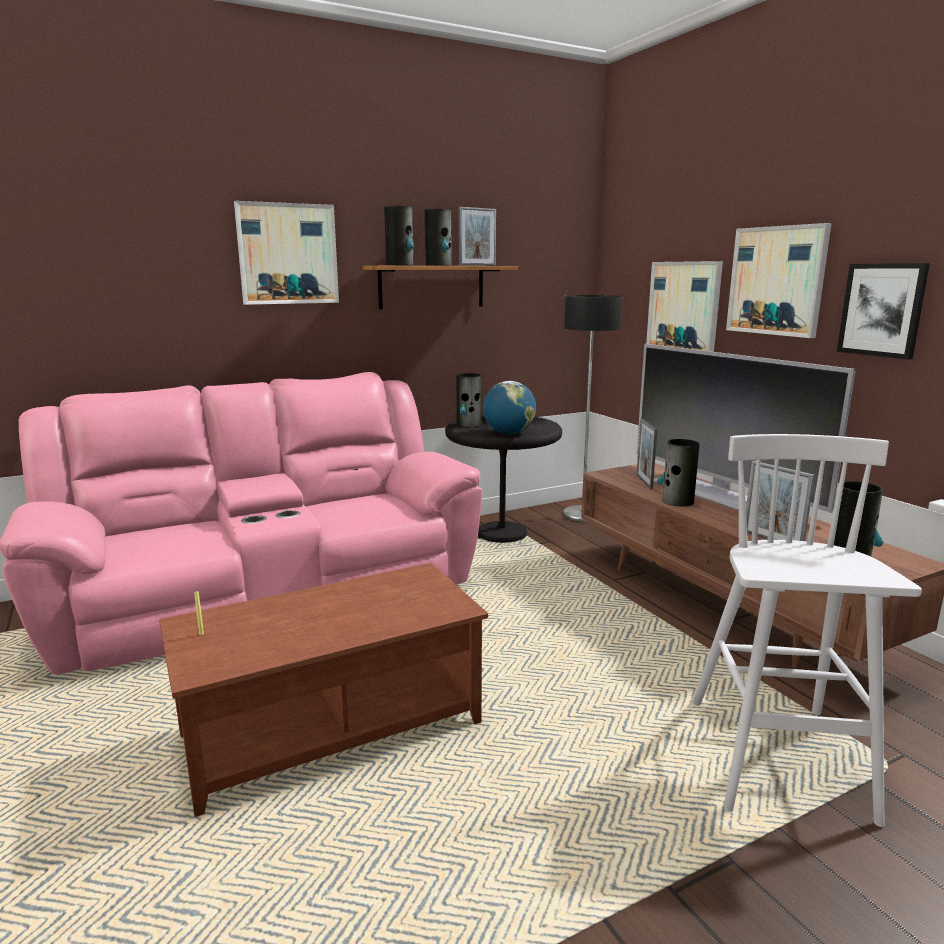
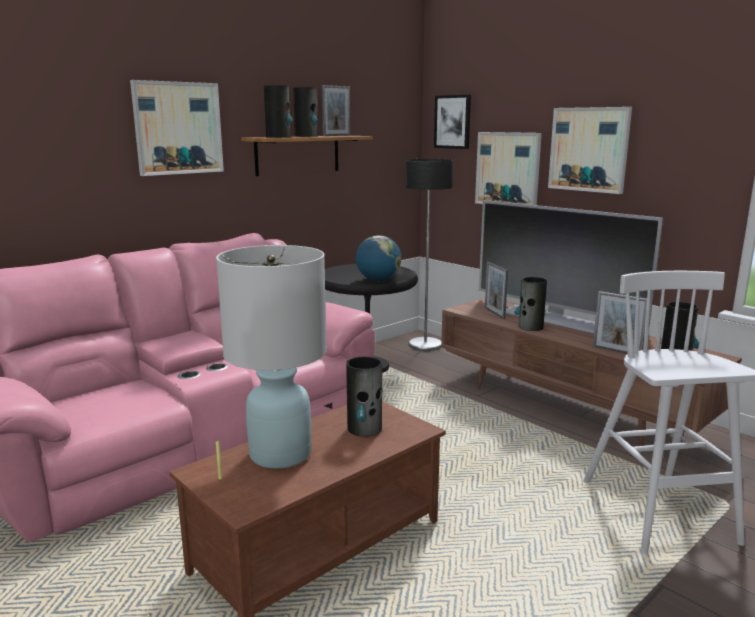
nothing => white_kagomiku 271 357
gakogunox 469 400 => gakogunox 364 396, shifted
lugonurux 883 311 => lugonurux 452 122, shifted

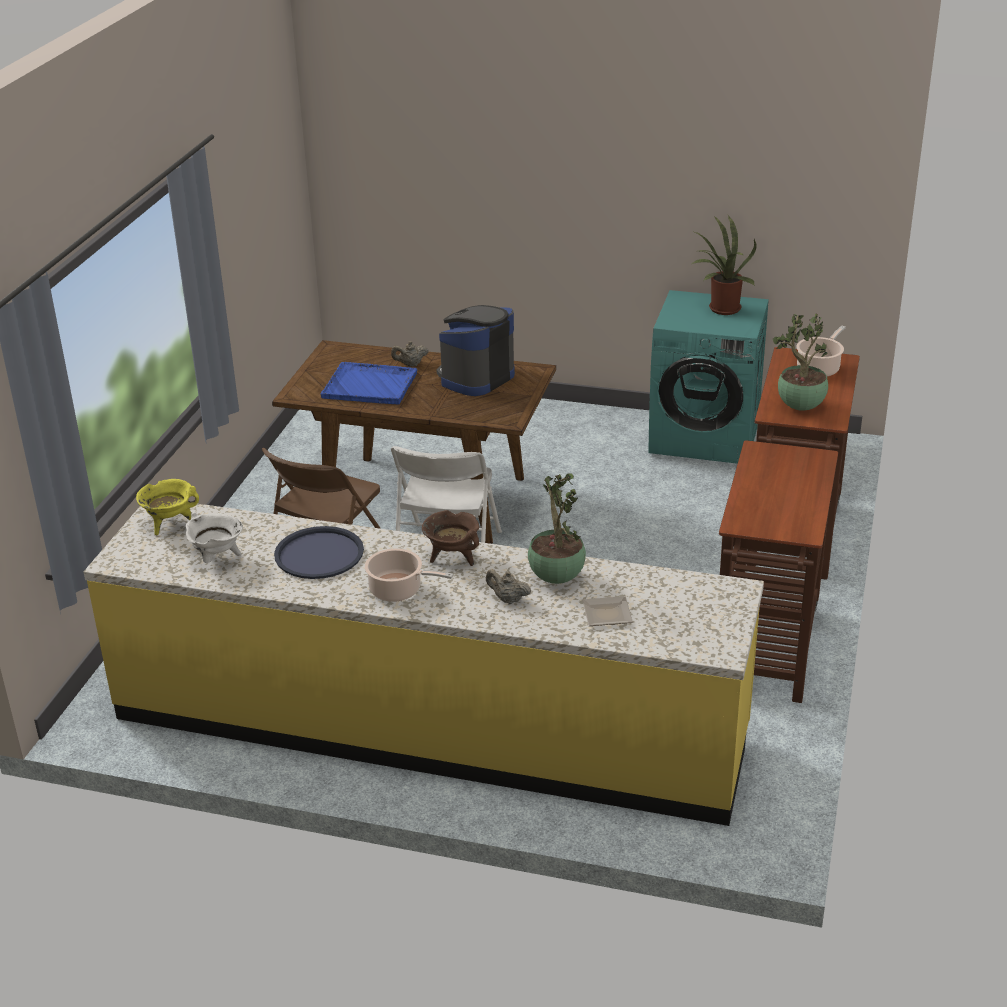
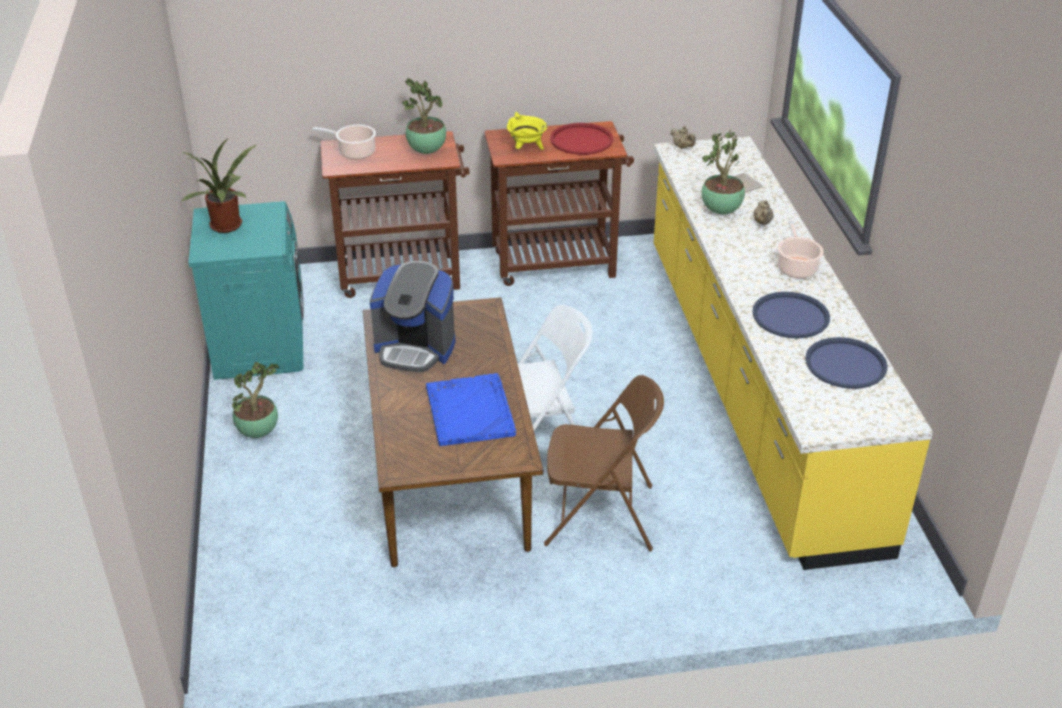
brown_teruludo 450 538 => nothing
nothing => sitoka 255 400
nothing => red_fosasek 581 139
yellow_teruludo 167 507 => yellow_teruludo 527 131, shifted
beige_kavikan 410 354 => beige_kavikan 683 137, shifted
white_teruludo 214 537 => blue_fosasek 846 363

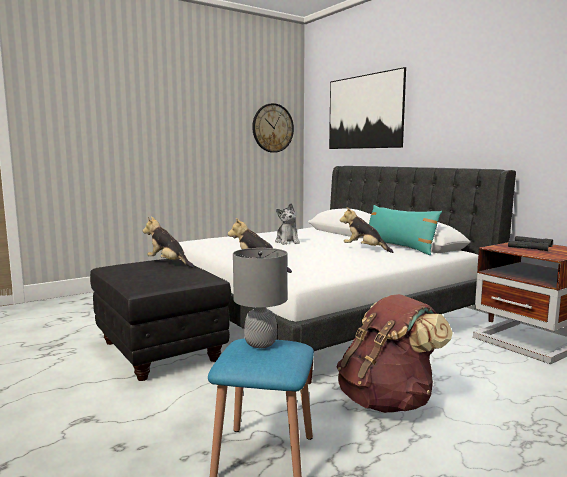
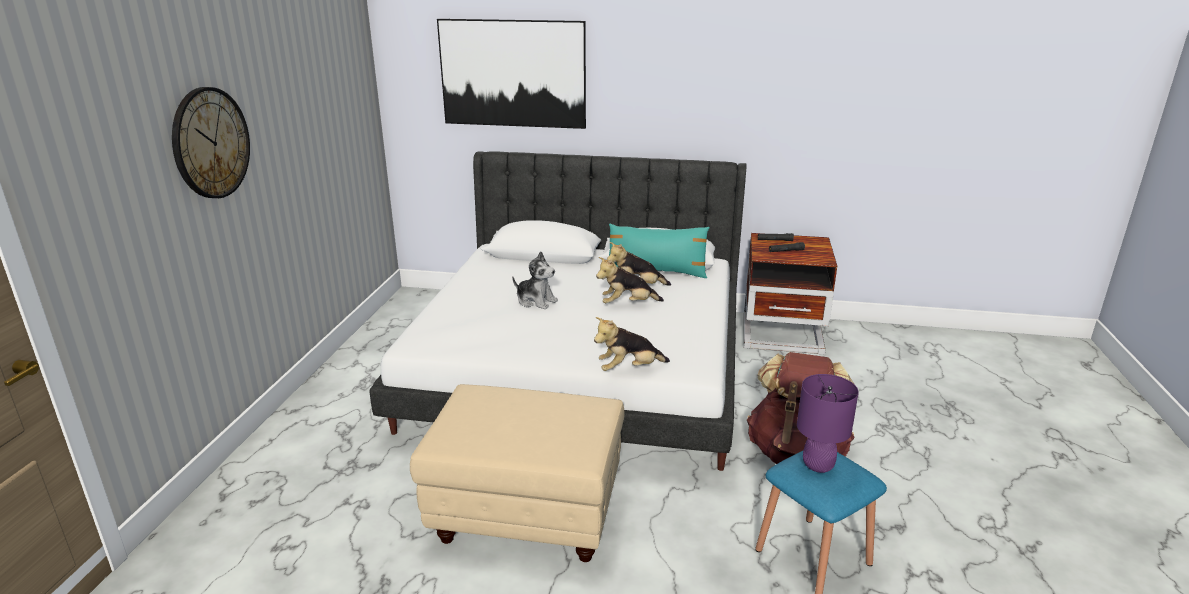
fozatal 168 242 => fozatal 630 280, shifted
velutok 273 128 => velutok 211 142, shifted
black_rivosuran 160 320 => beige_rivosuran 517 473
grey_kagomiku 260 298 => purple_kagomiku 828 423

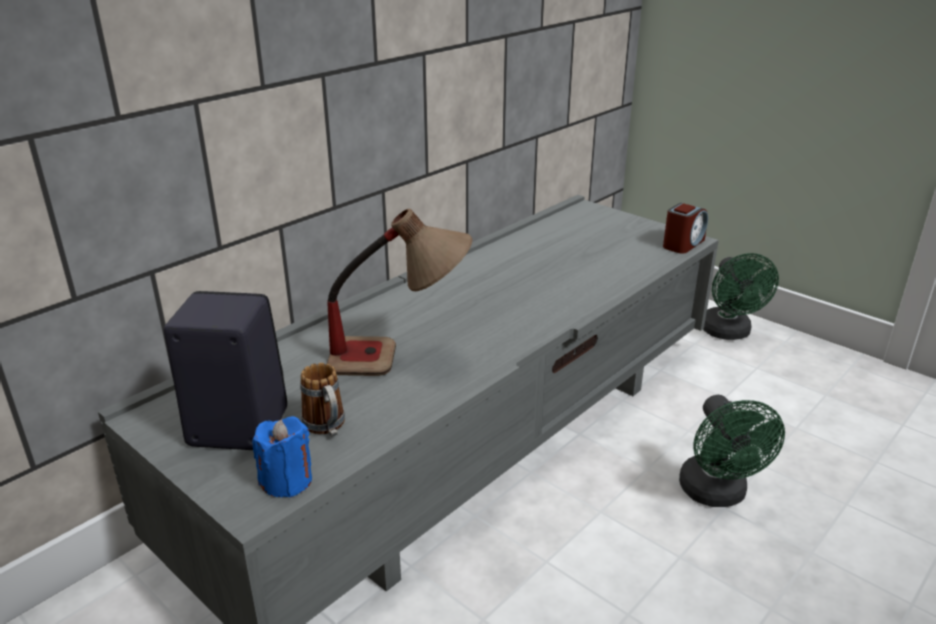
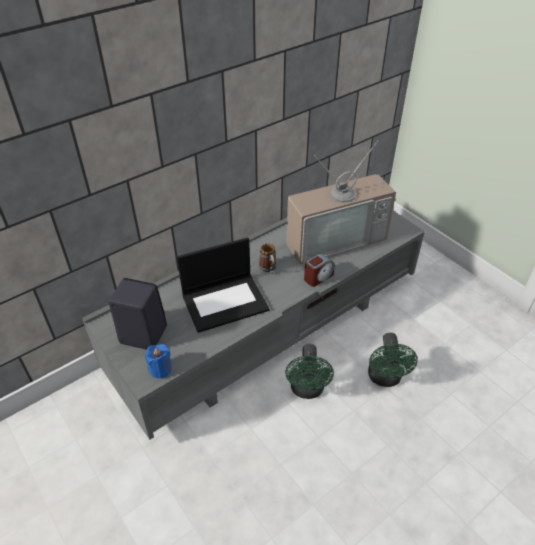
nothing => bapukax 341 202
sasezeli 322 400 => sasezeli 268 258, shifted
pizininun 685 228 => pizininun 319 270, shifted
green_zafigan 741 296 => green_zafigan 309 371, shifted
kagomiku 399 292 => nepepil 223 285

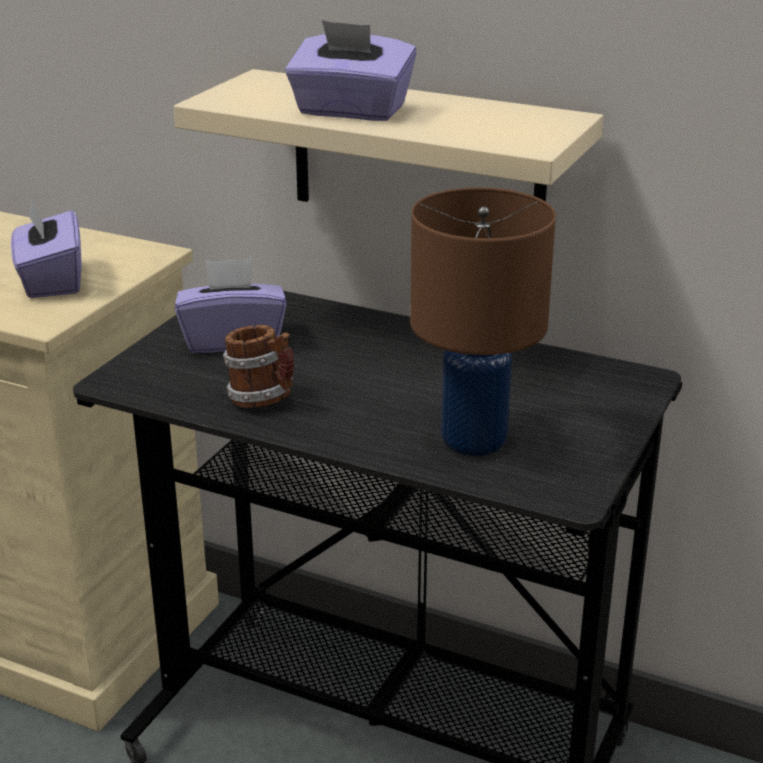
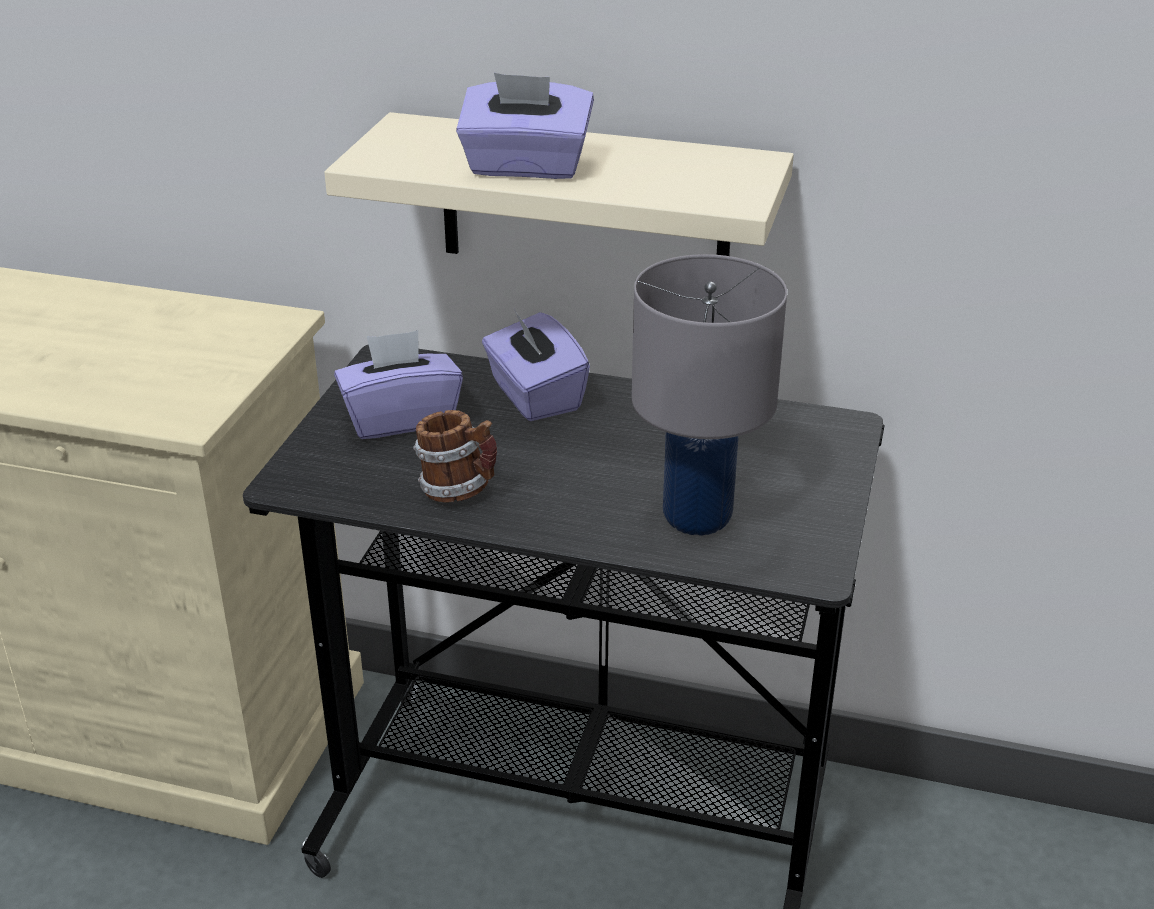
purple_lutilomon 46 248 => purple_lutilomon 536 365, shifted
brown_kagomiku 483 321 => grey_kagomiku 709 395

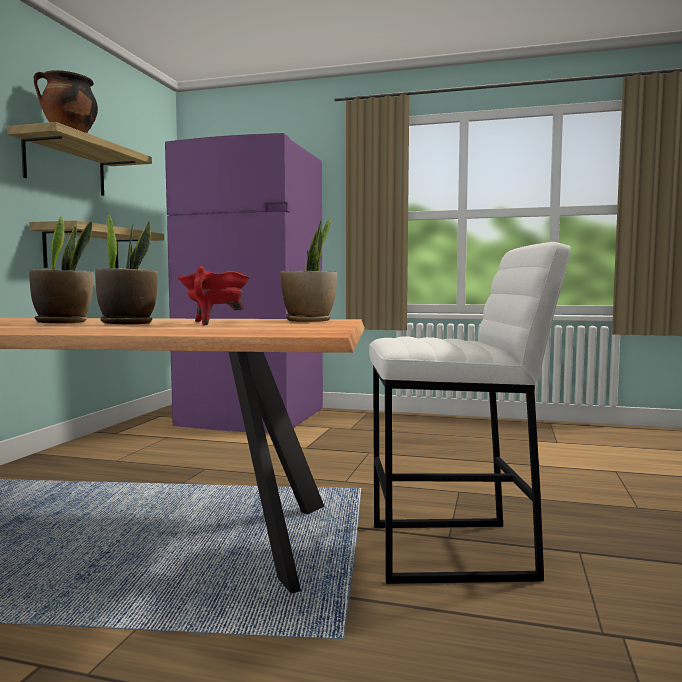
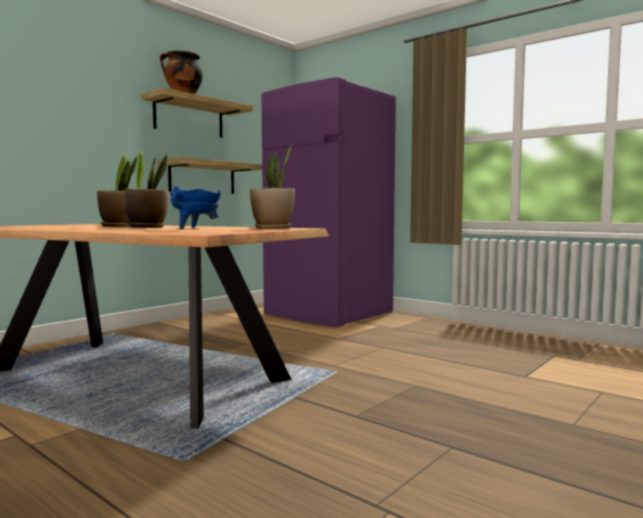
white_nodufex 470 413 => nothing
red_teruludo 214 296 => blue_teruludo 195 207

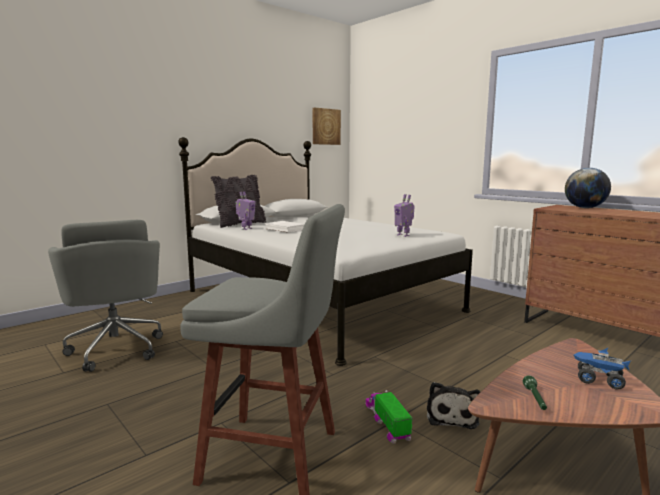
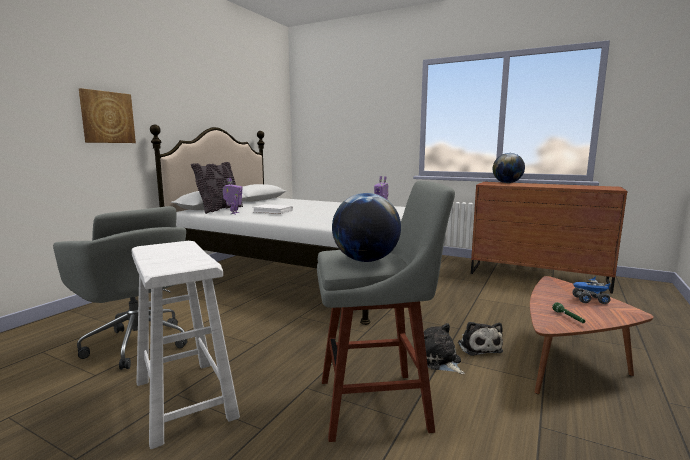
nothing => white_nodufex 186 345
nothing => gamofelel 366 227
lugonurux 327 126 => lugonurux 107 115, shifted
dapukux 389 417 => fozatal 444 348

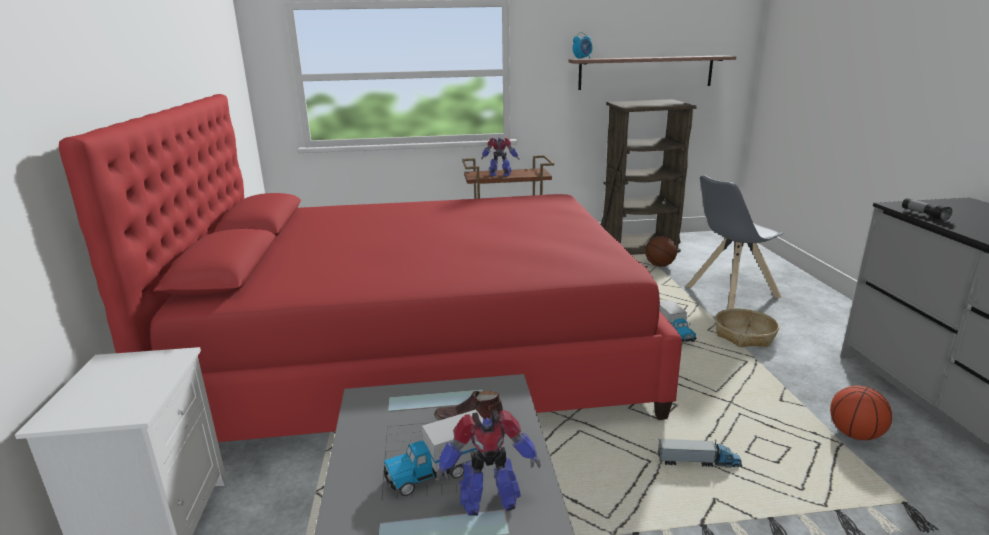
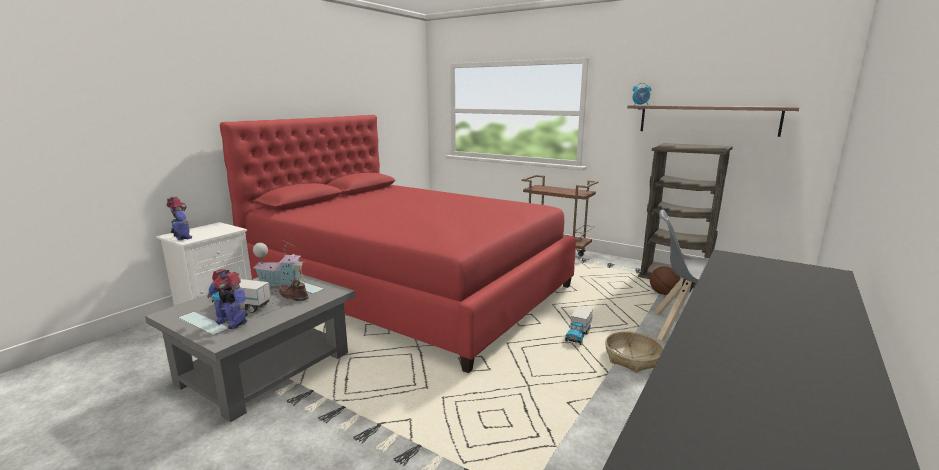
dapukux 700 453 => nothing
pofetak 861 413 => nothing
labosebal 927 209 => nothing
nothing => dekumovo 279 263
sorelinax 500 156 => sorelinax 179 218, shifted

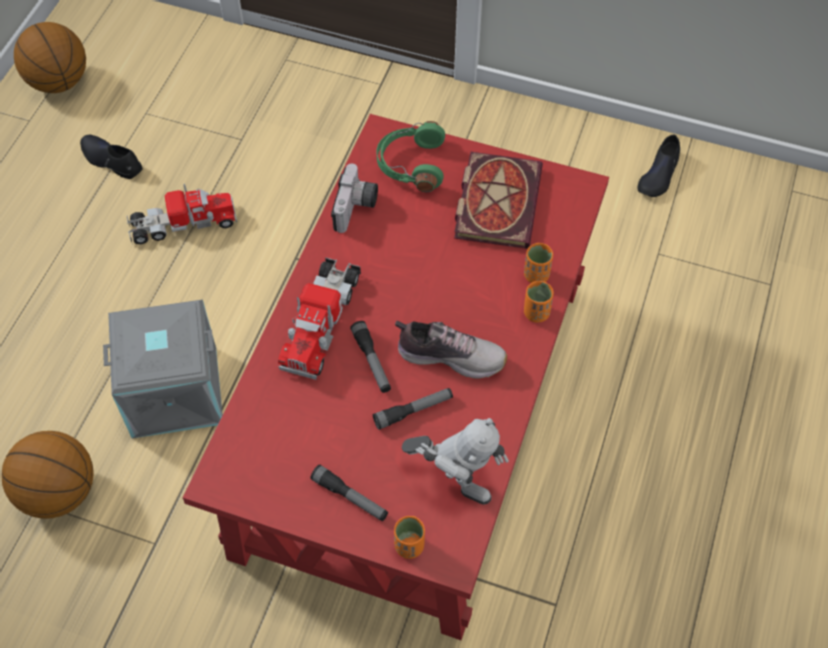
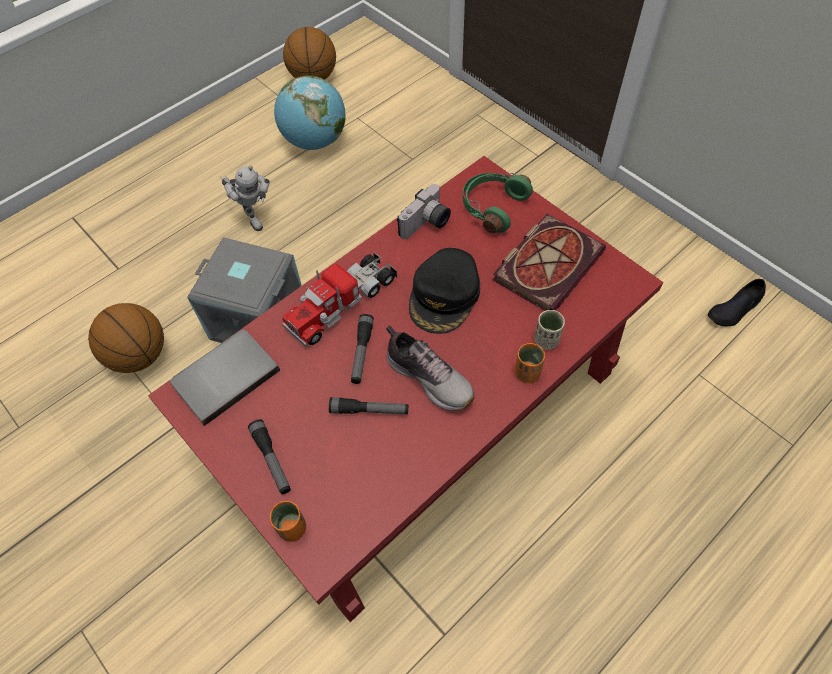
dapukux 182 214 => nothing
nothing => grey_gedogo 225 378
nothing => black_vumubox 444 291
sorelinax 455 461 => sorelinax 245 198, shifted
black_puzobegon 111 157 => gamofelel 310 112
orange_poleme 538 263 => beige_poleme 549 330

